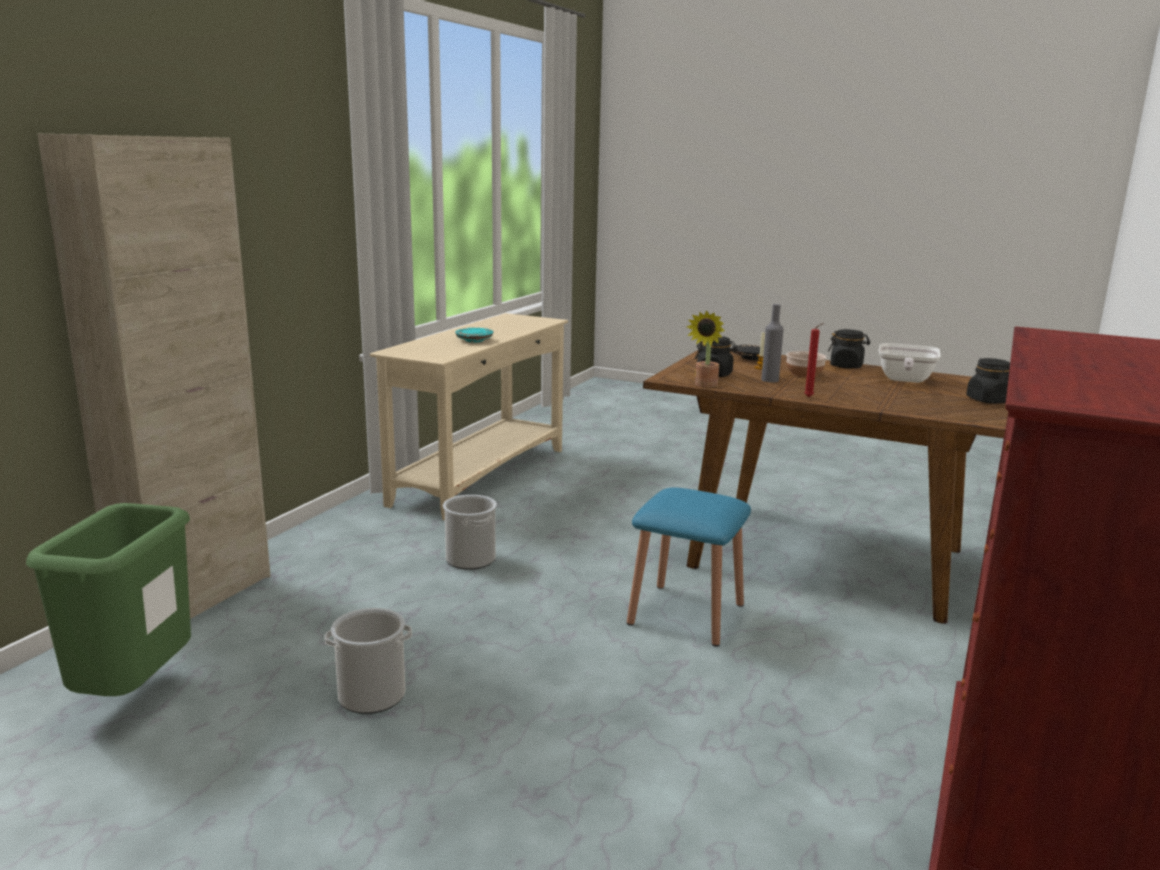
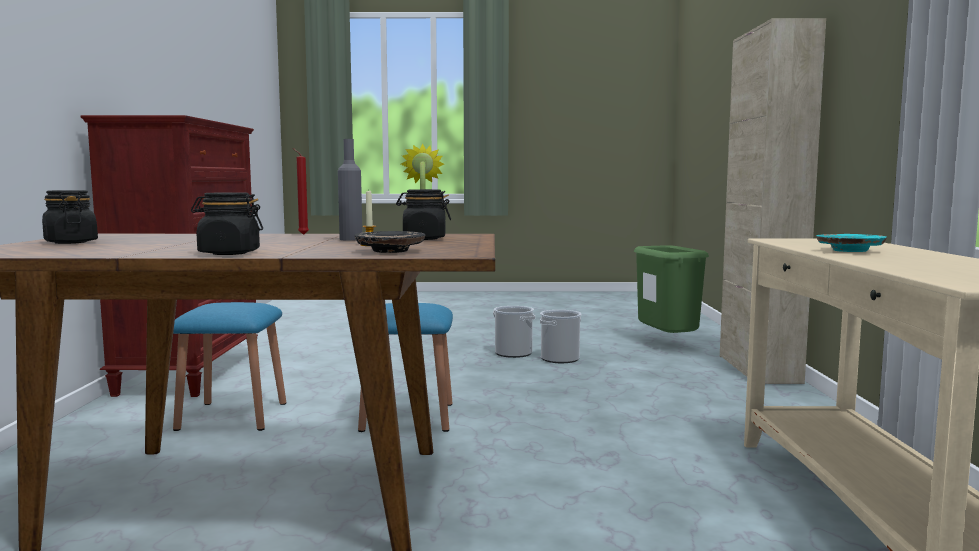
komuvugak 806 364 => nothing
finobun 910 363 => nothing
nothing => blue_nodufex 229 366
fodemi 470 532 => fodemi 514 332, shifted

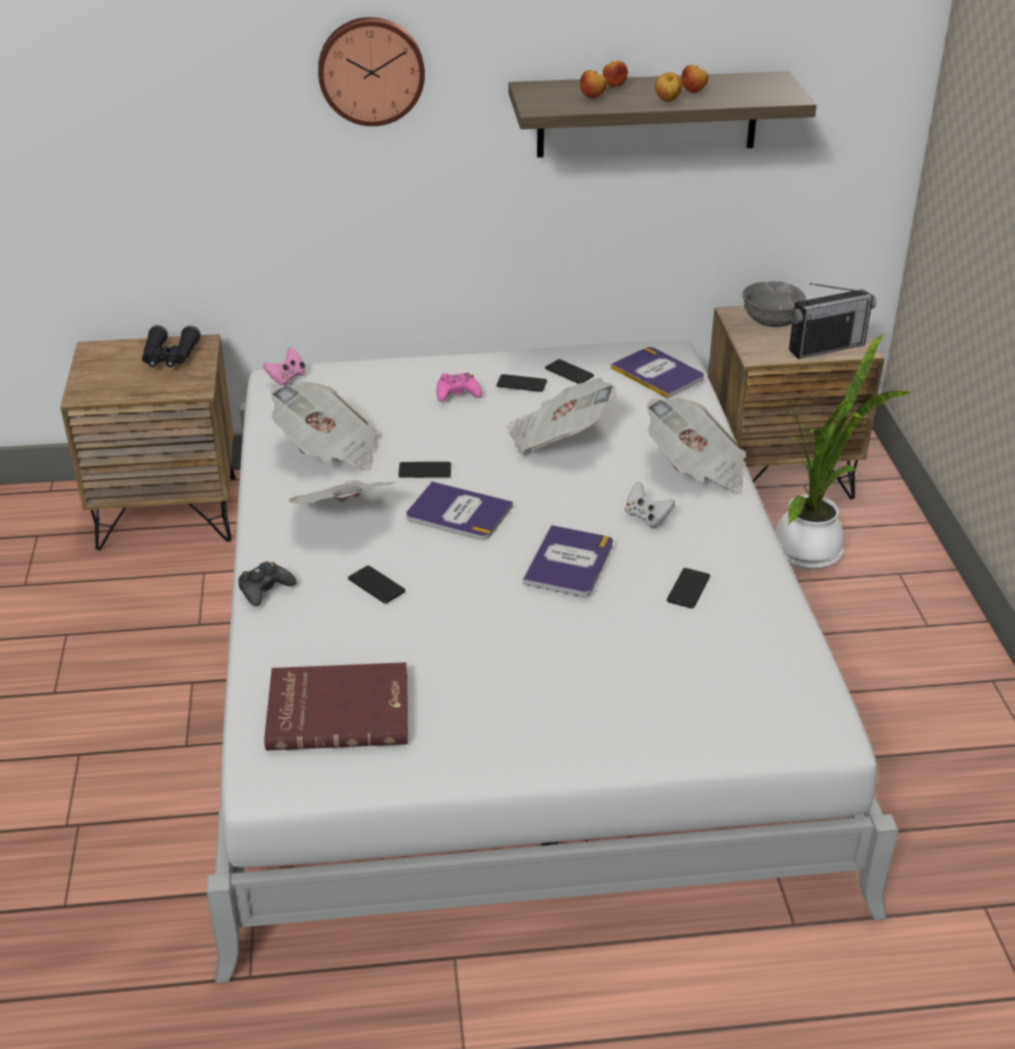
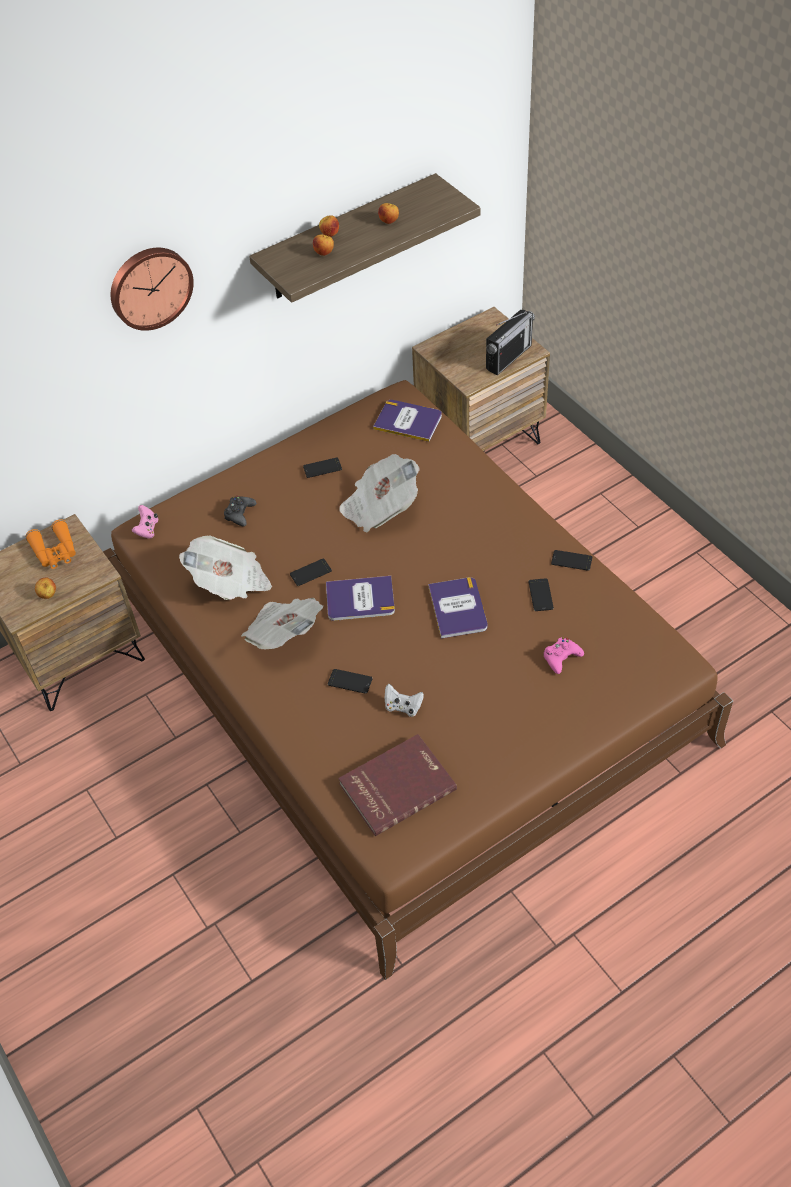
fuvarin 696 445 => nothing
grey_komuvugak 774 304 => nothing
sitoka 843 452 => nothing
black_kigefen 267 584 => black_kigefen 240 511, shifted
pink_kigefen 459 387 => pink_kigefen 564 655, shifted
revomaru 569 371 => revomaru 571 560, shifted
white_kigefen 650 504 => white_kigefen 404 700, shifted
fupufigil 668 87 => fupufigil 45 588, shifted
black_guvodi 171 346 => orange_guvodi 51 544
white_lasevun 552 662 => brown_lasevun 418 680

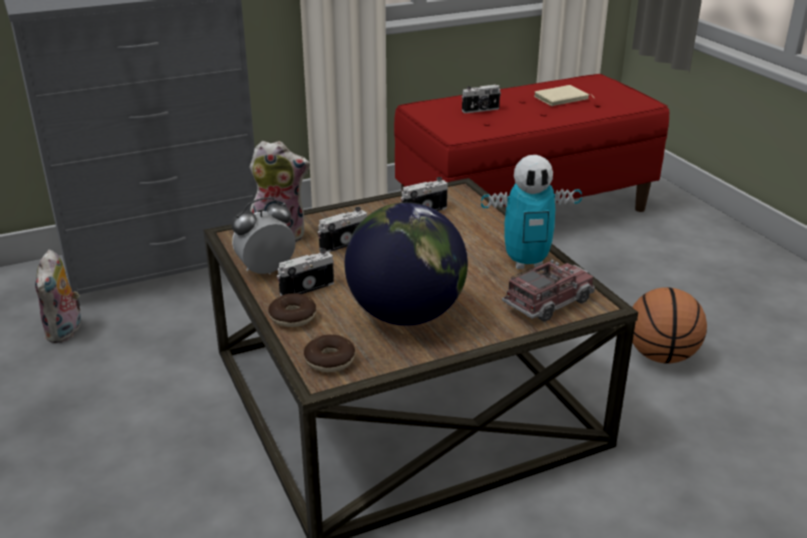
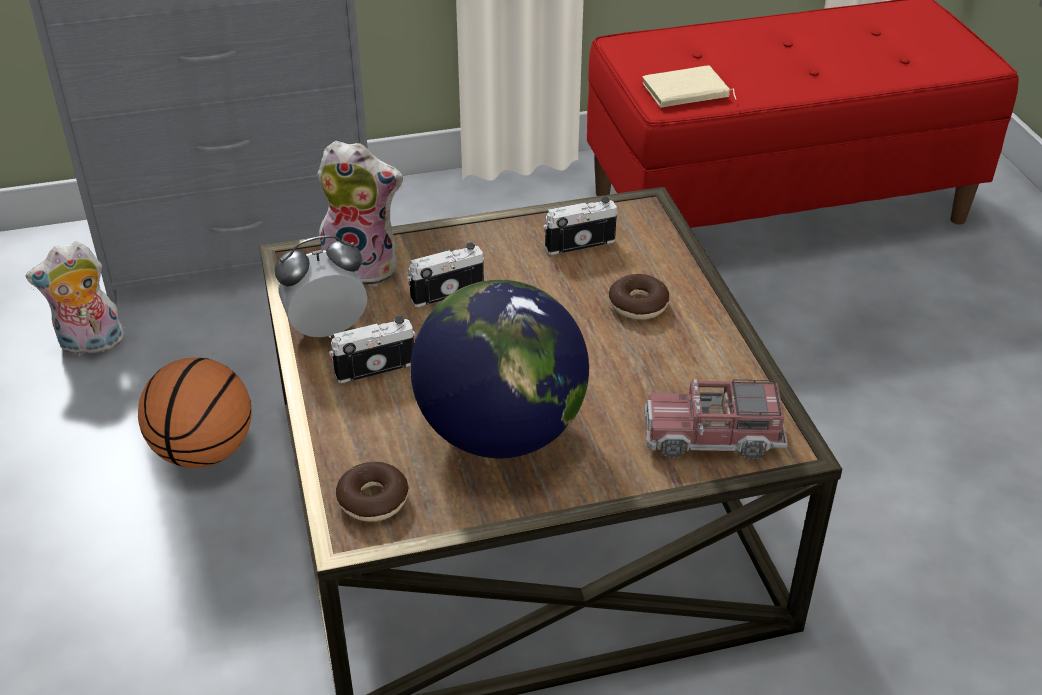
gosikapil 481 99 => nothing
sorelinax 531 212 => nothing
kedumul 292 310 => kedumul 639 297, shifted
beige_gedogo 564 95 => beige_gedogo 689 86, shifted
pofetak 669 325 => pofetak 195 412, shifted
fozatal 58 296 => fozatal 75 298, 60 degrees clockwise
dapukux 548 290 => dapukux 716 419, 150 degrees counterclockwise

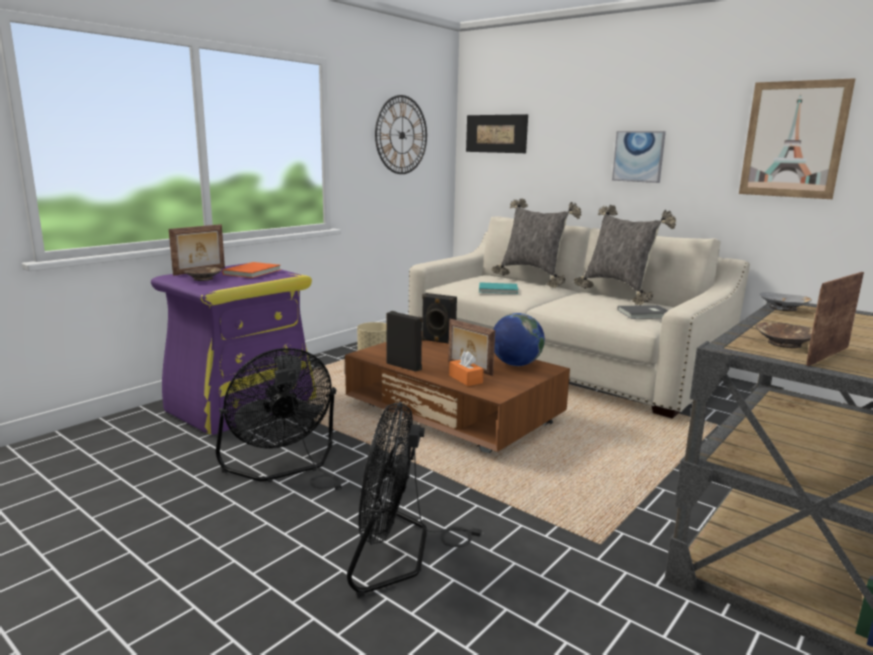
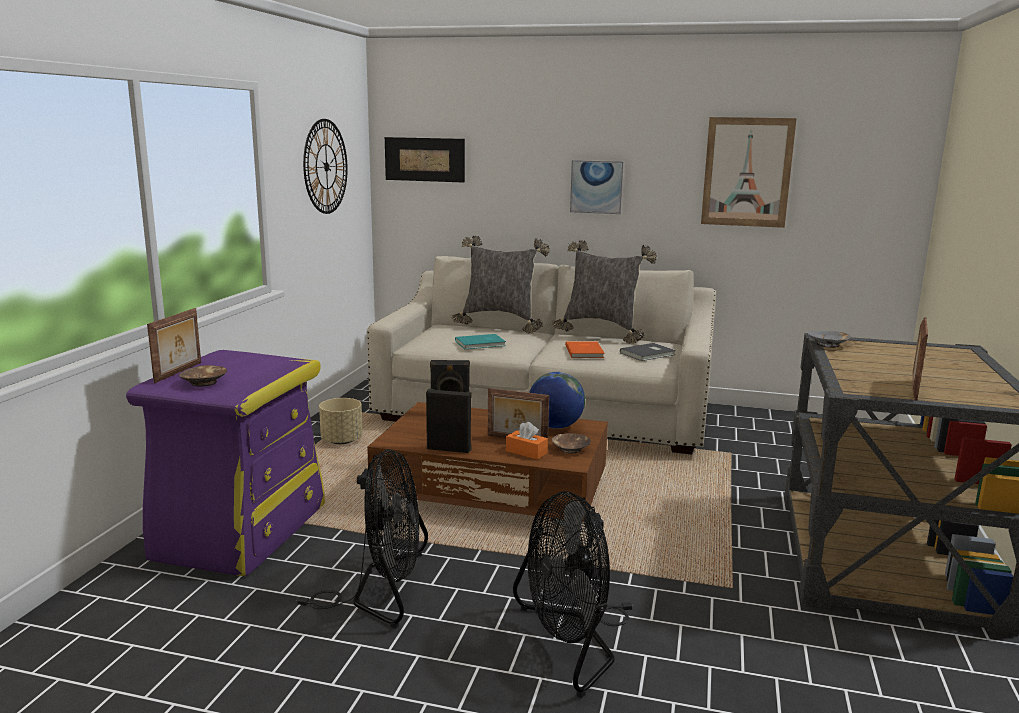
orange_gedogo 251 270 => orange_gedogo 585 349, shifted
brown_komuvugak 784 335 => brown_komuvugak 571 443, shifted
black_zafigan 279 419 => black_zafigan 362 539, 150 degrees clockwise

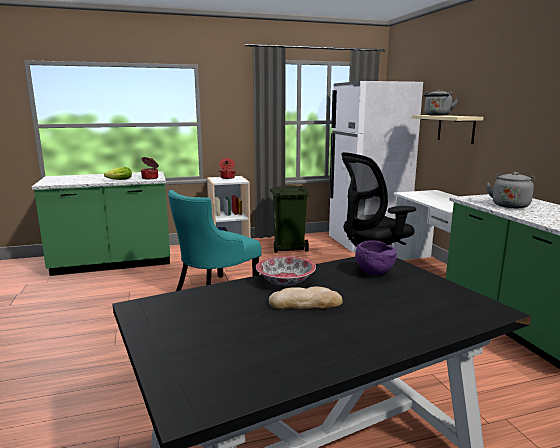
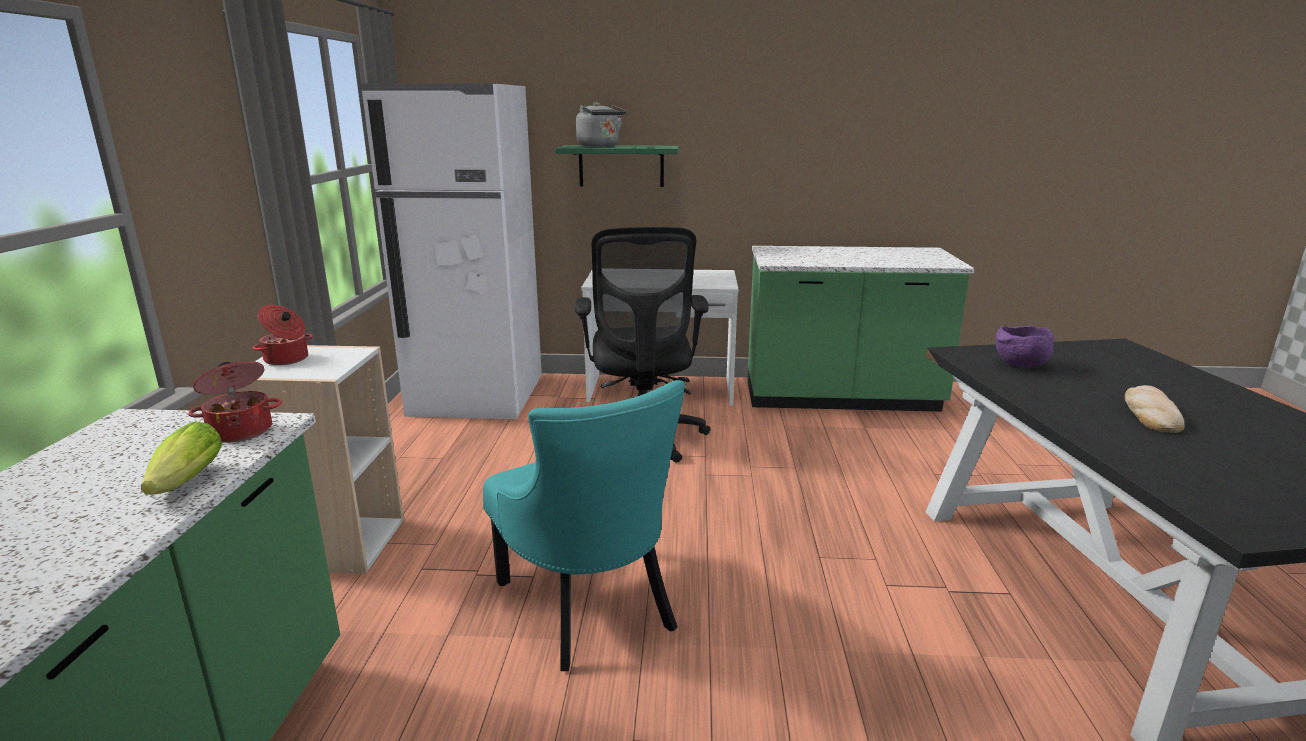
komuvugak 286 270 => nothing
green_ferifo 289 219 => nothing
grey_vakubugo 510 190 => nothing
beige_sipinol 447 129 => green_sipinol 617 166

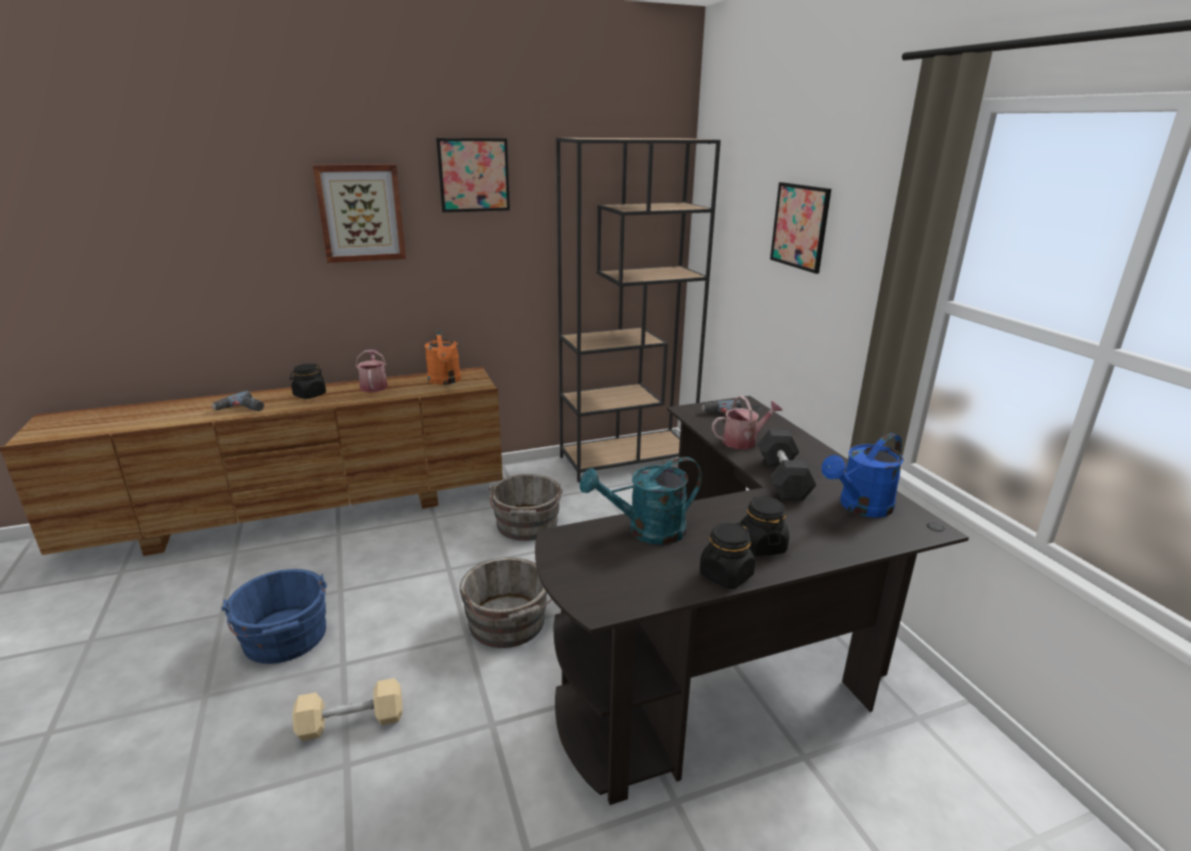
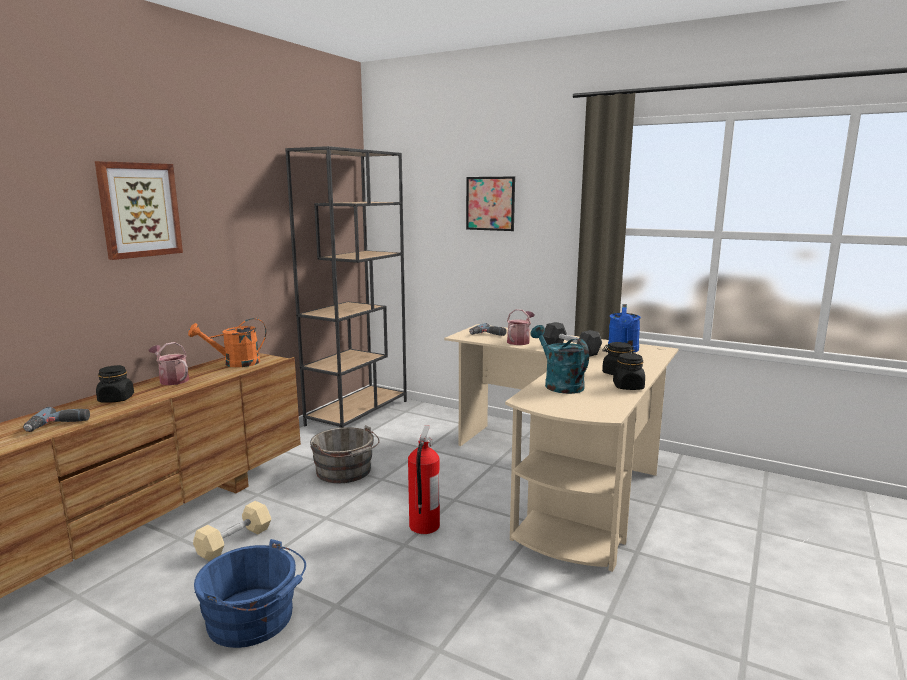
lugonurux 473 175 => nothing
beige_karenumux 347 709 => beige_karenumux 232 531, shifted
grey_fodemi 506 603 => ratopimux 424 479
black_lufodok 752 600 => beige_lufodok 561 448
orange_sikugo 442 357 => orange_sikugo 227 342, 120 degrees clockwise
turquoise_sikugo 641 501 => turquoise_sikugo 559 359, 120 degrees clockwise

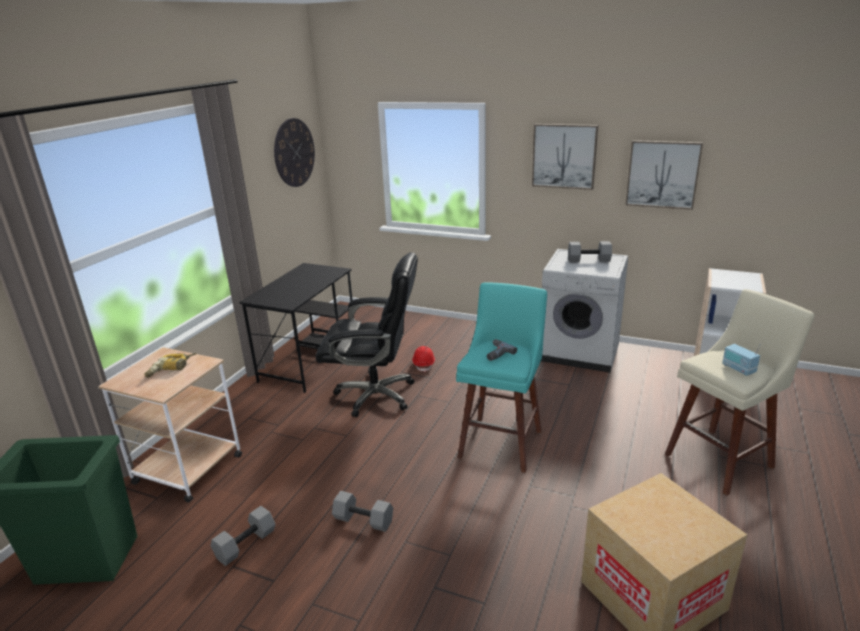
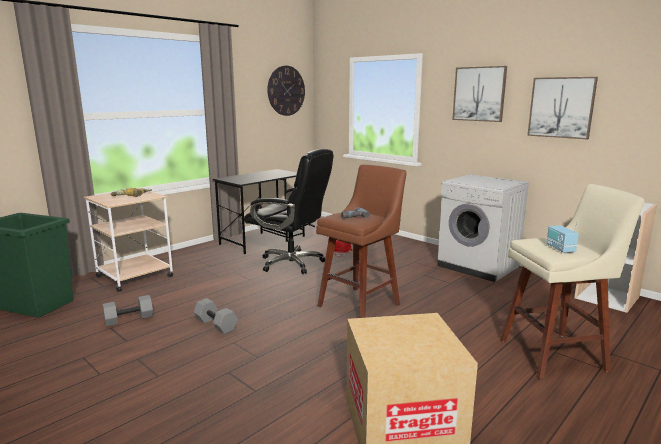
grey_karenumux 590 251 => nothing
turquoise_nodufex 501 377 => brown_nodufex 361 241

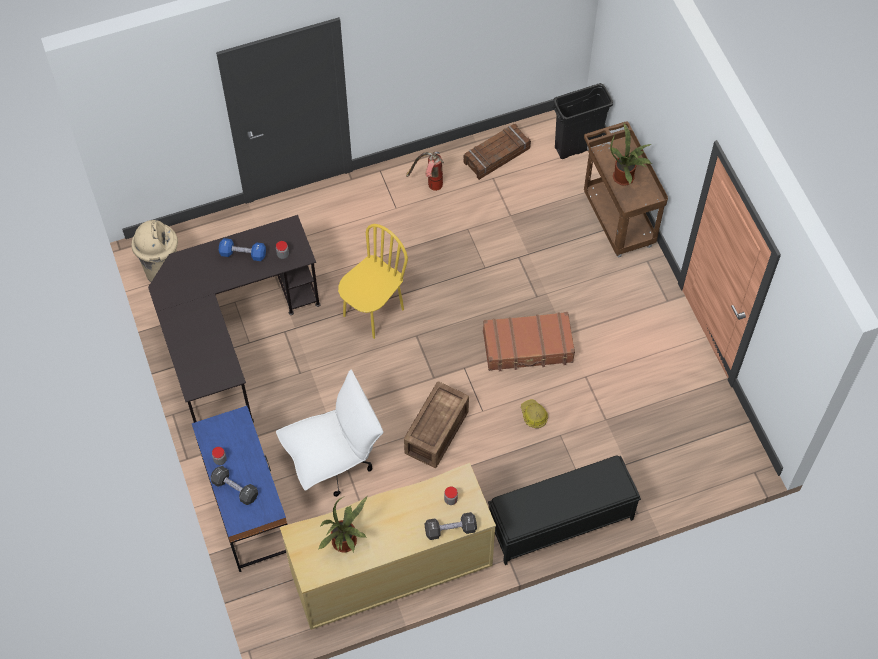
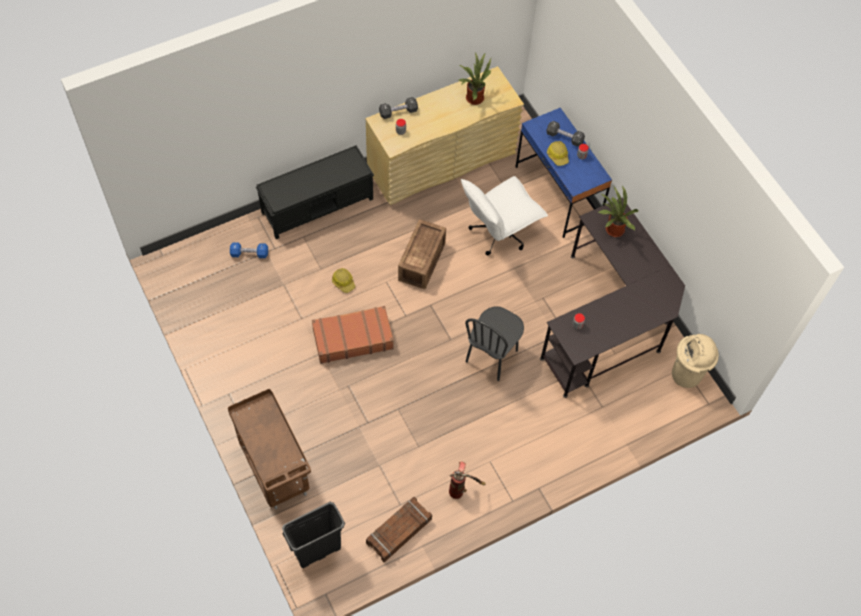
nothing => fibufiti 558 153
blue_karenumux 242 249 => blue_karenumux 249 250, shifted
sitoka 631 154 => sitoka 618 211, shifted
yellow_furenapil 373 281 => black_furenapil 494 343

